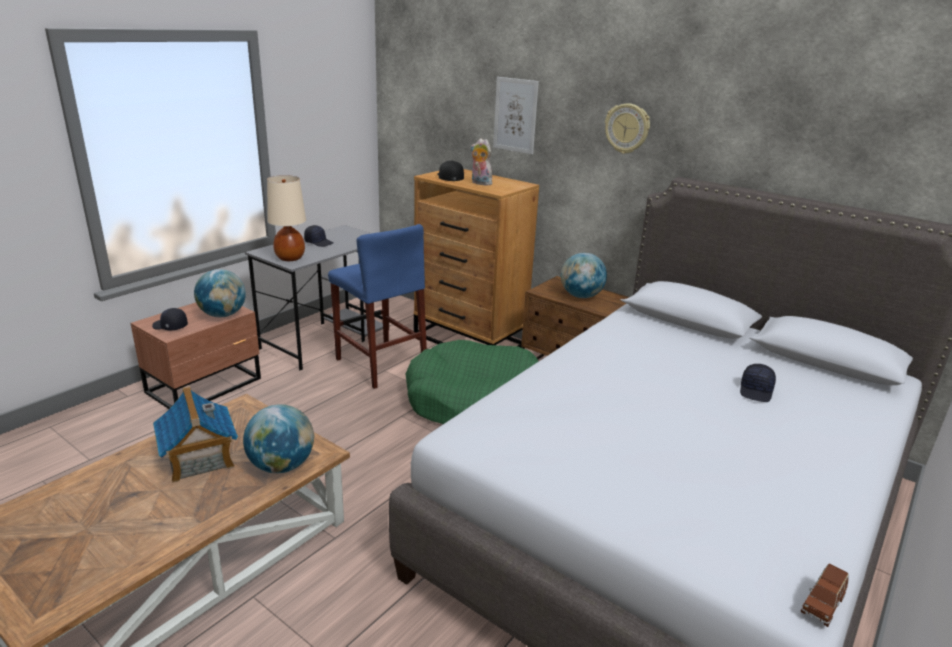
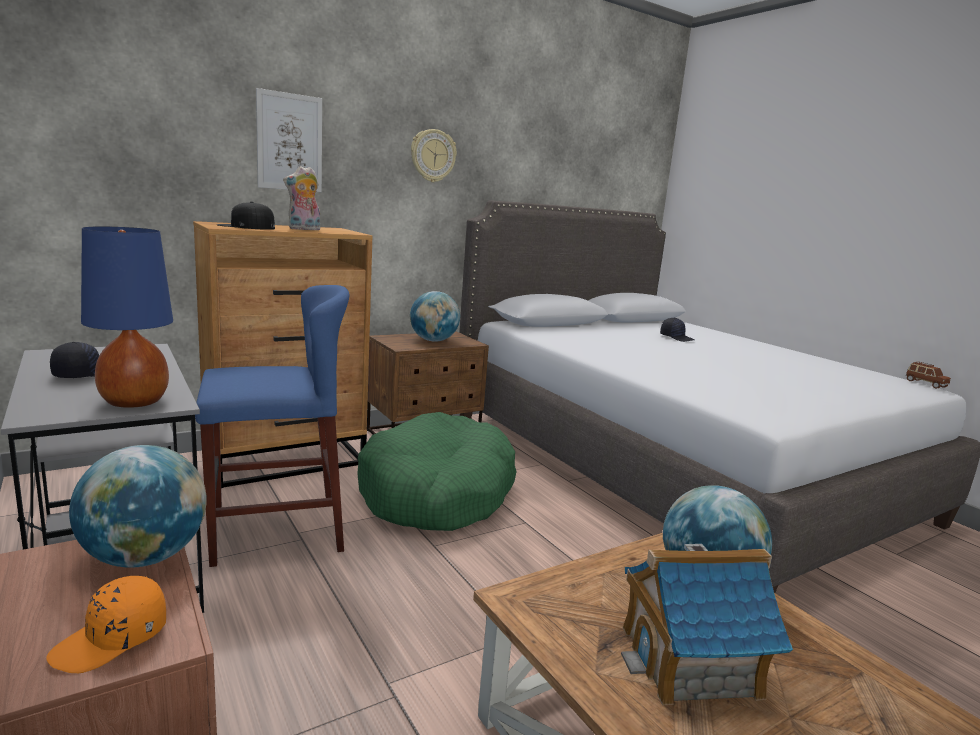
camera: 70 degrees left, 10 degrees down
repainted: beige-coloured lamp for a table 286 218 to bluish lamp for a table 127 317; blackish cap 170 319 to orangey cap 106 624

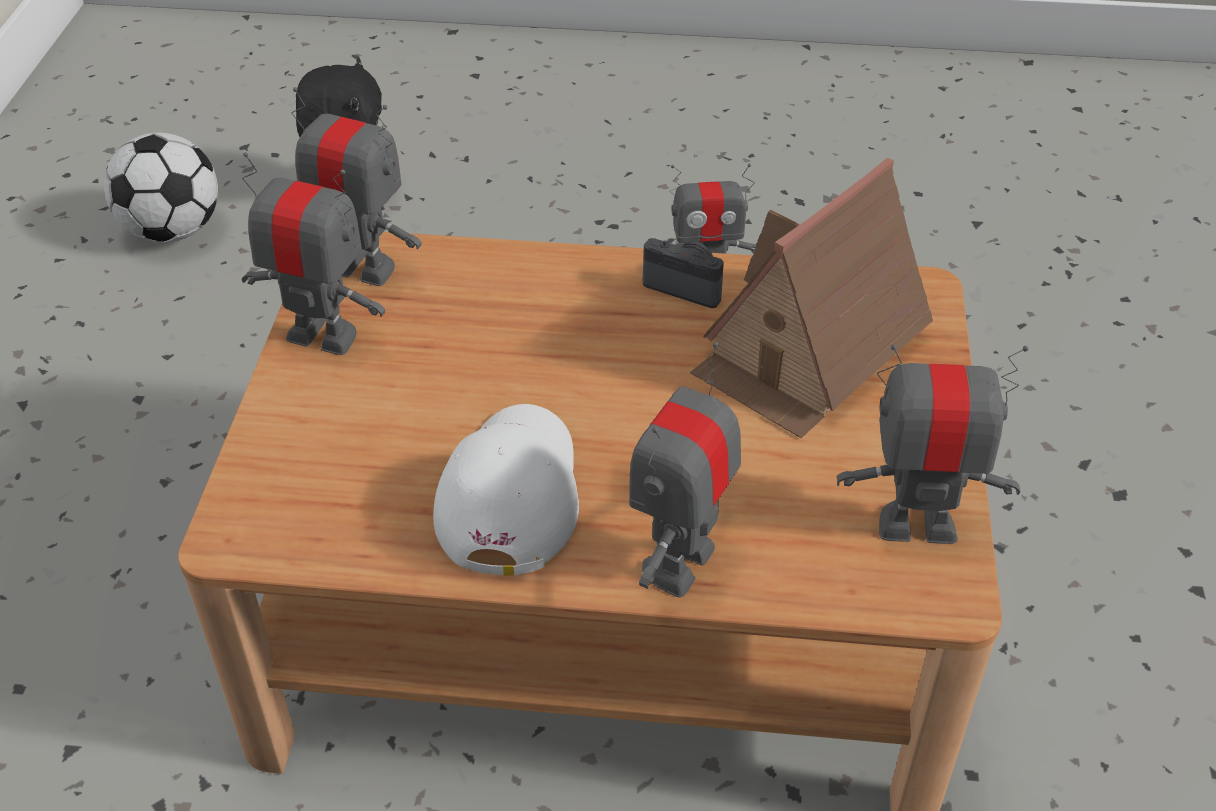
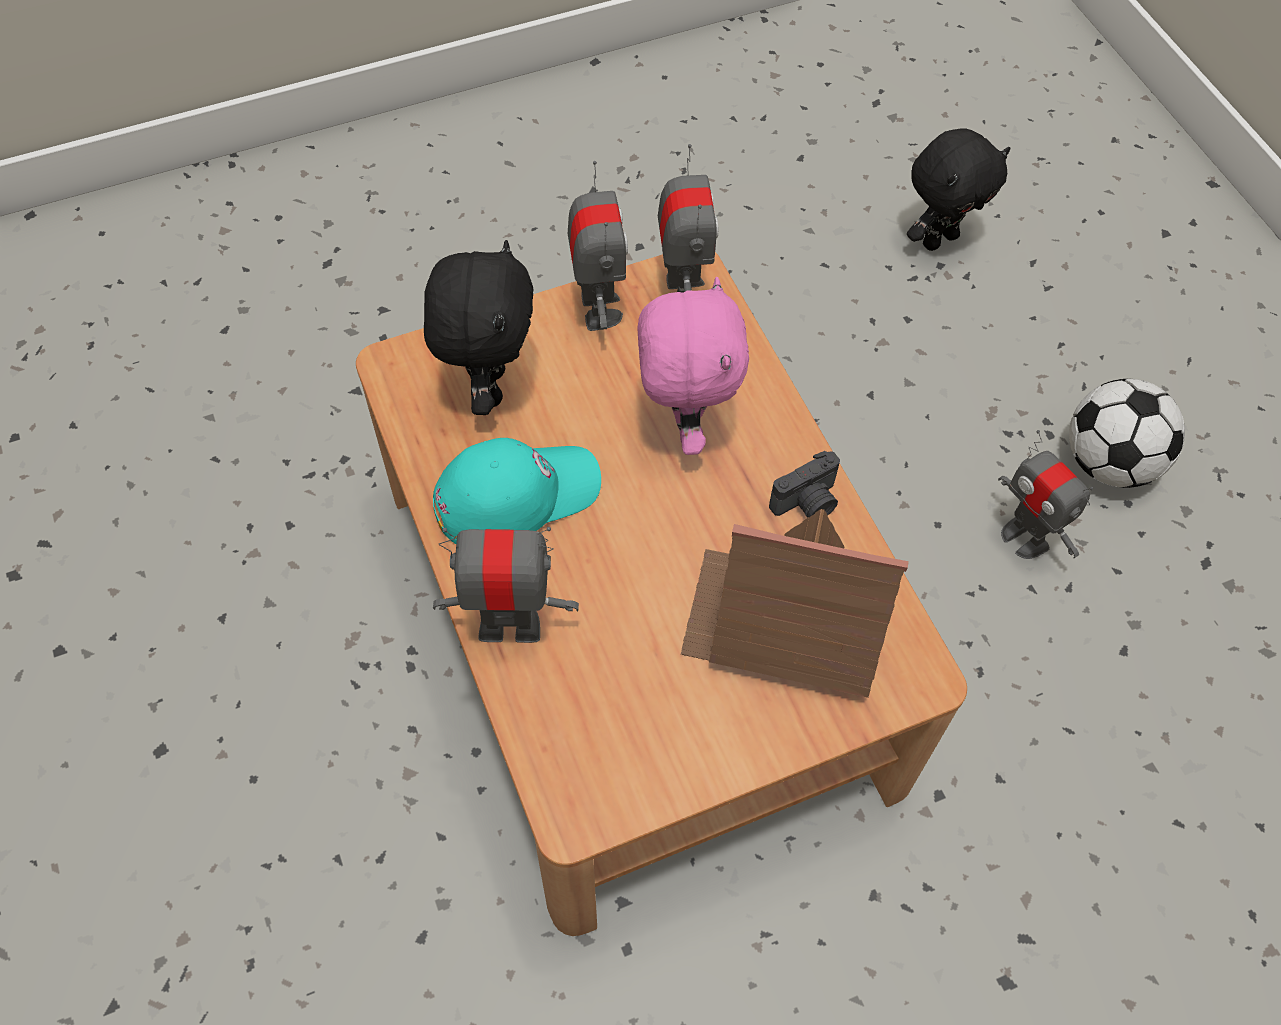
camera: 60 degrees right, 15 degrees up
gone: model robot 933 444
new: blackish plush toy 479 327; pinkish plush toy 693 366
shifted: football ball 161 187 to 1127 433
repainted: white-coloured cap 506 490 to turquoise cap 517 491
rotated: photo camera 683 273 = 804 484 60 degrees clockwise

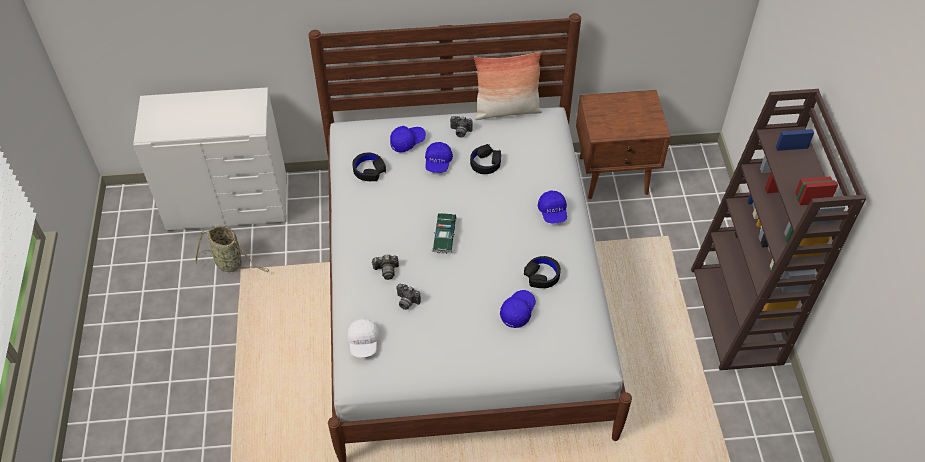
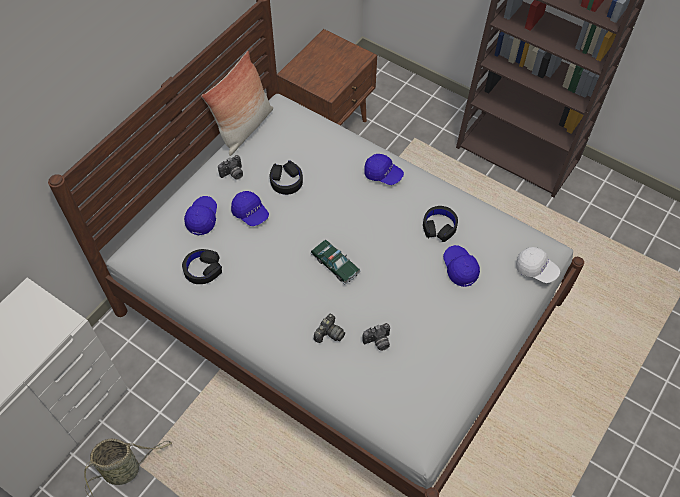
camera: 50 degrees left, 5 degrees up
shifted: white-coloured cap 363 338 to 538 265

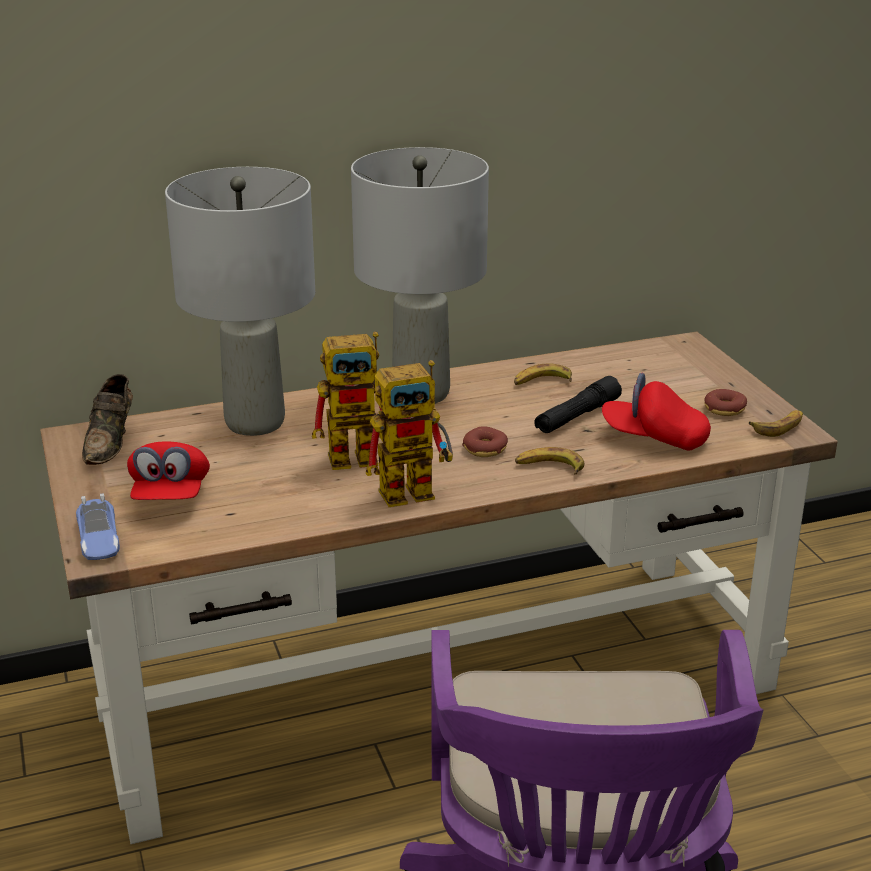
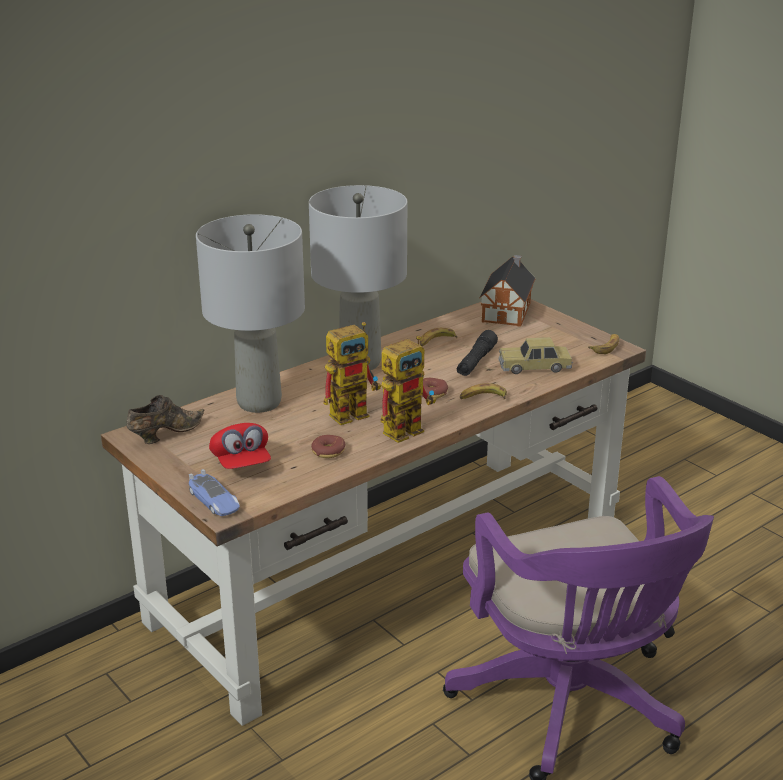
camera: 20 degrees left, 0 degrees up
new: toy house 507 291
shifted: donut 725 402 to 328 446
swapped: reddish cap 656 411 to toy car 535 355
rotated: brown-coloured low shoe 107 419 = 166 419 120 degrees counterclockwise

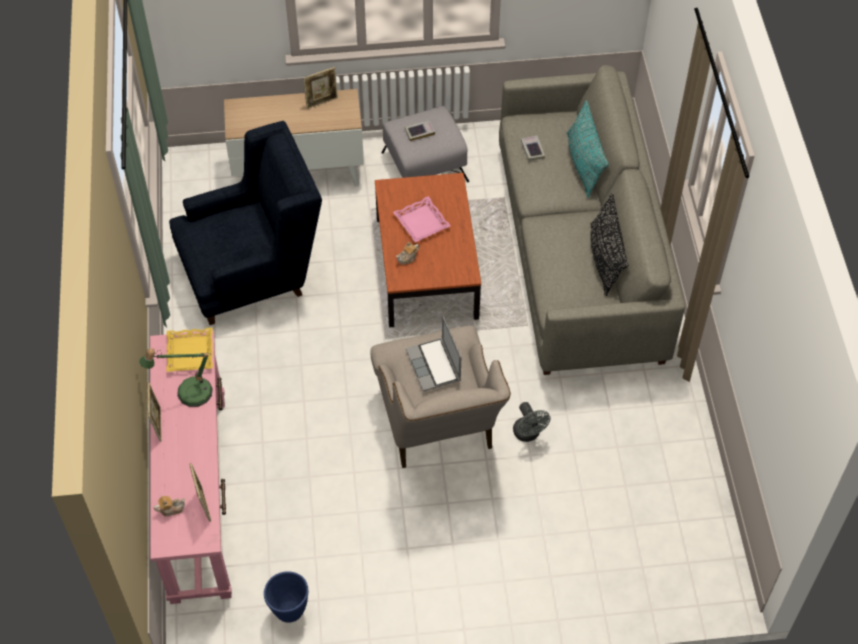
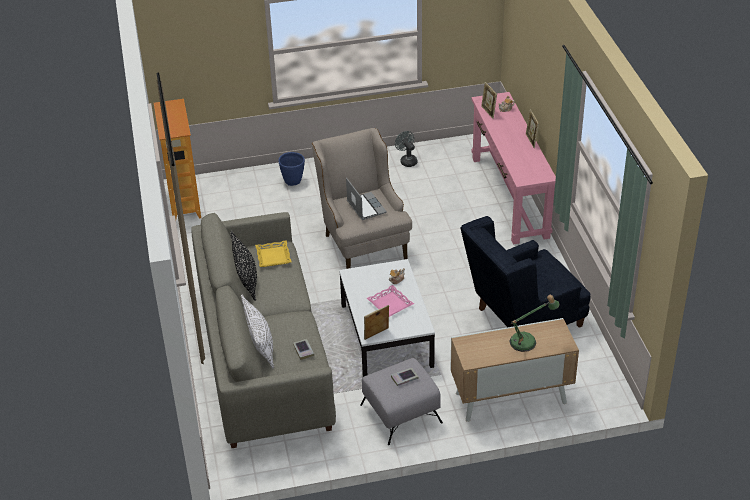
camera: 175 degrees right, 15 degrees down
new: shelving unit 177 159
shifted: picture frame 320 88 to 376 322; yellow-coloured carrying tray 189 349 to 273 253; lamp for a table 176 377 to 535 323; greyish cooling fan 531 422 to 406 149; bluish plant pot 286 597 to 291 169
repainted: turquoise cushion 588 149 to white-coloured cushion 257 331; brown-coloured coffee table 428 250 to white-coloured coffee table 387 318

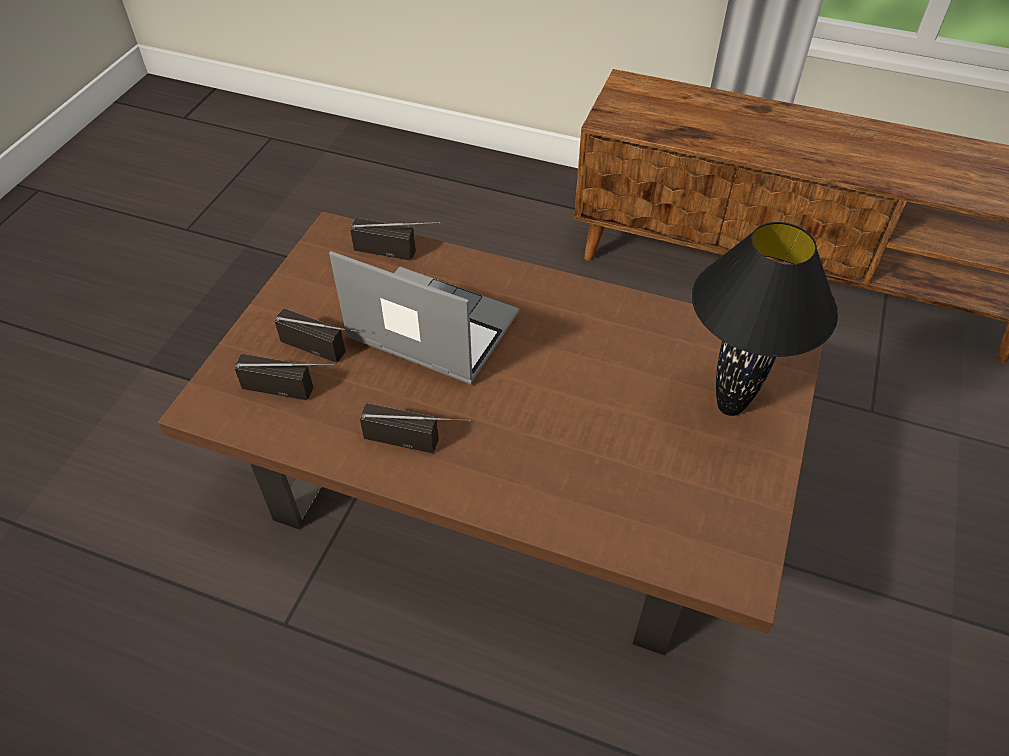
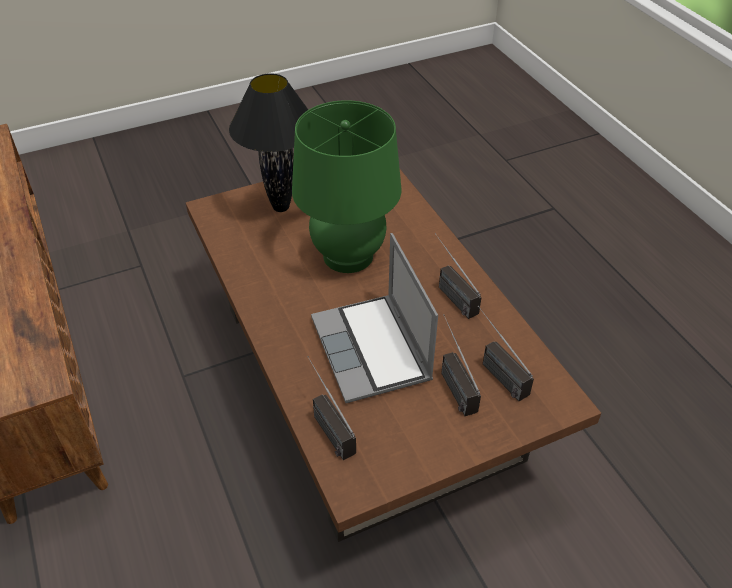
camera: 135 degrees left, 5 degrees down
new: green-coloured lamp for a table 346 186

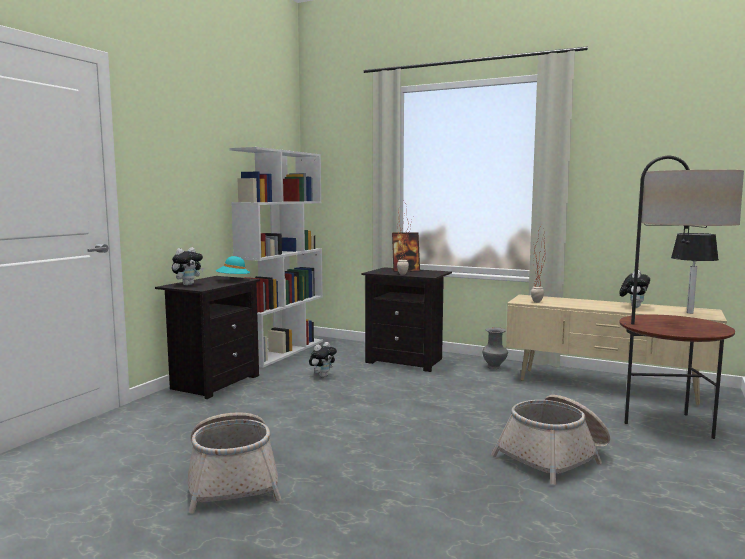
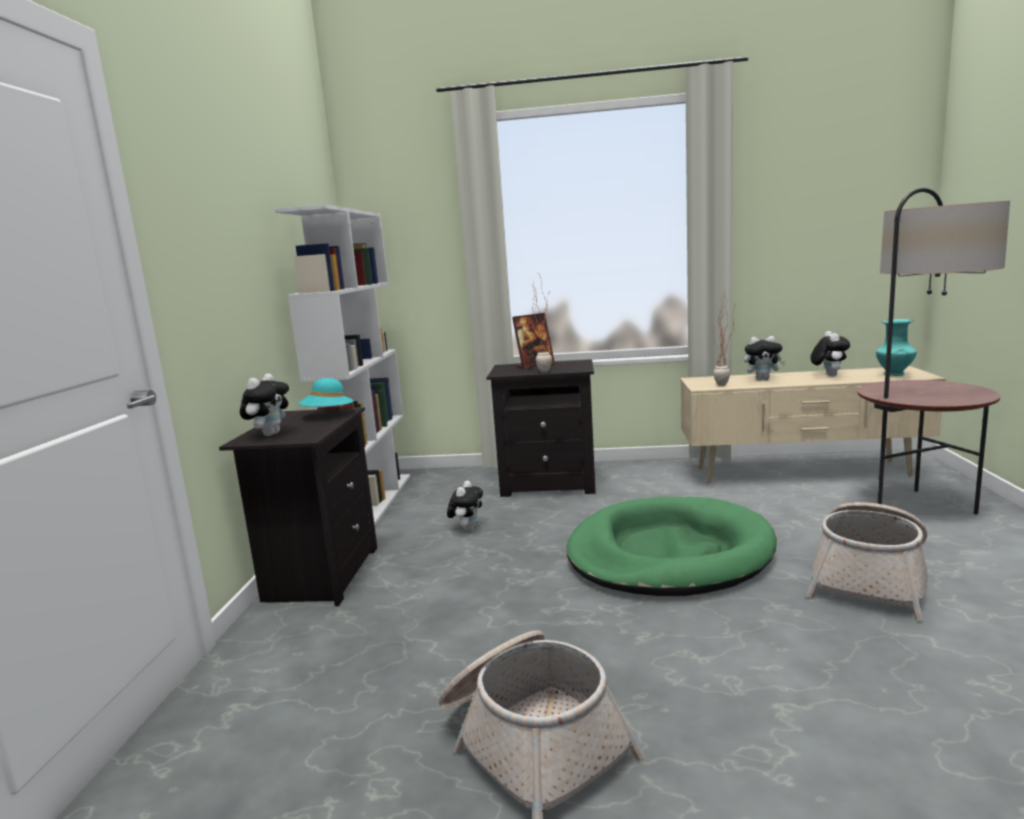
camera: 20 degrees left, 5 degrees up
gone: greyish decorative vase 495 348
new: plush toy 765 358; green-coloured dog cushion 672 546
swapped: lamp for a table 695 273 to turquoise decorative vase 896 347

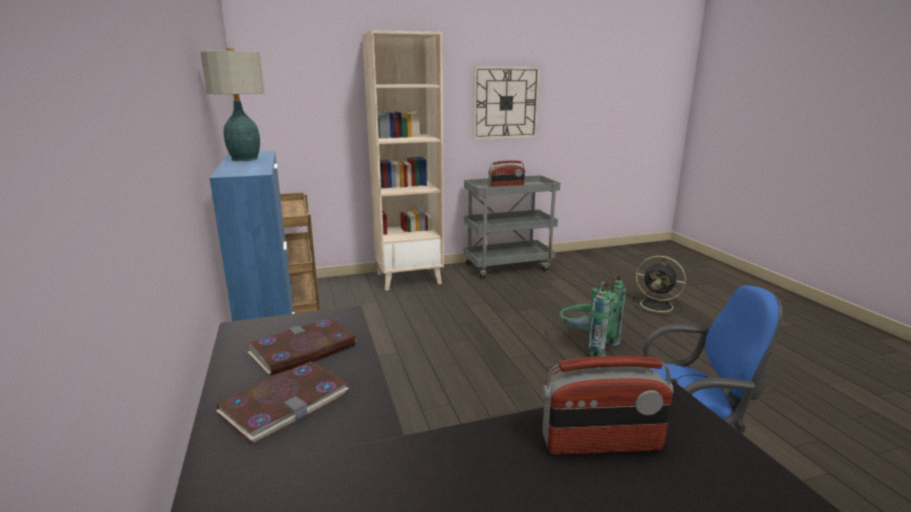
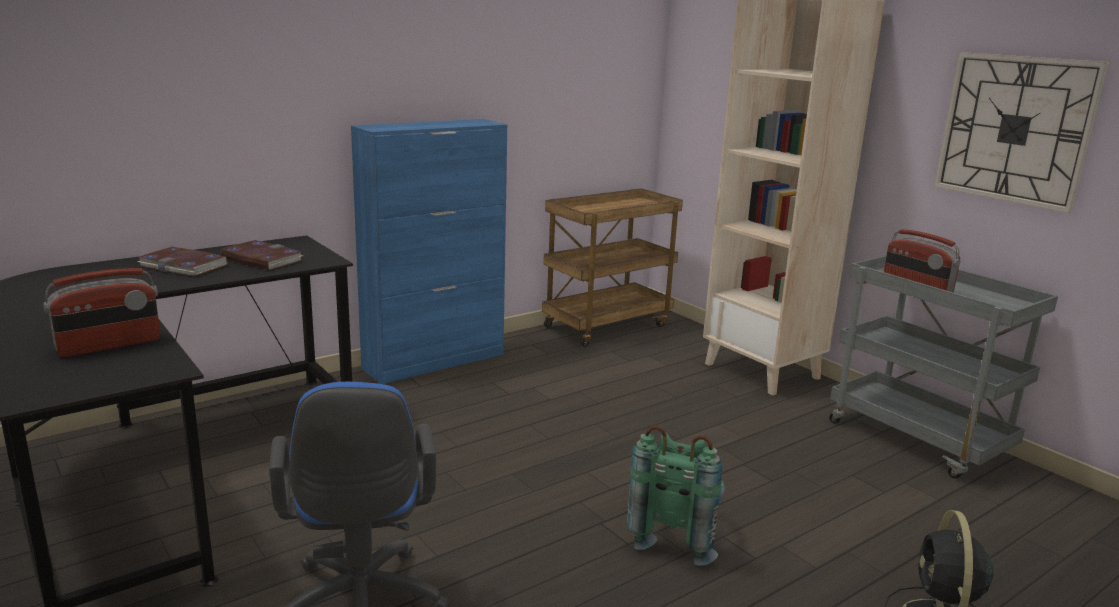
camera: 70 degrees right, 0 degrees up
gone: lamp for a table 232 104
rotated: radio receiver 607 405 = 101 312 105 degrees counterclockwise

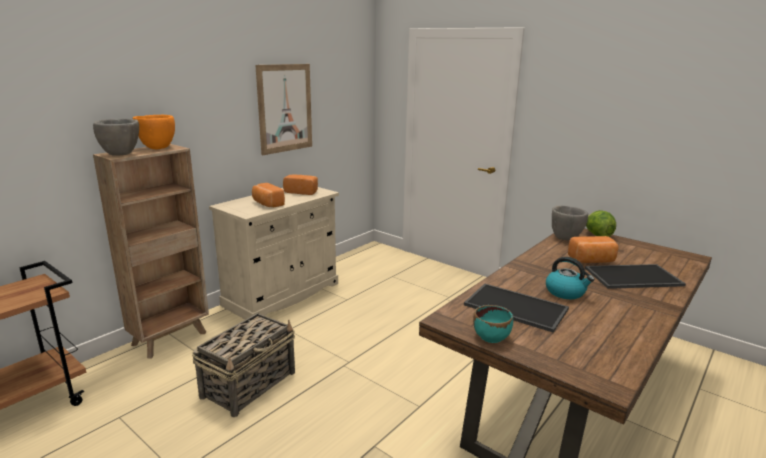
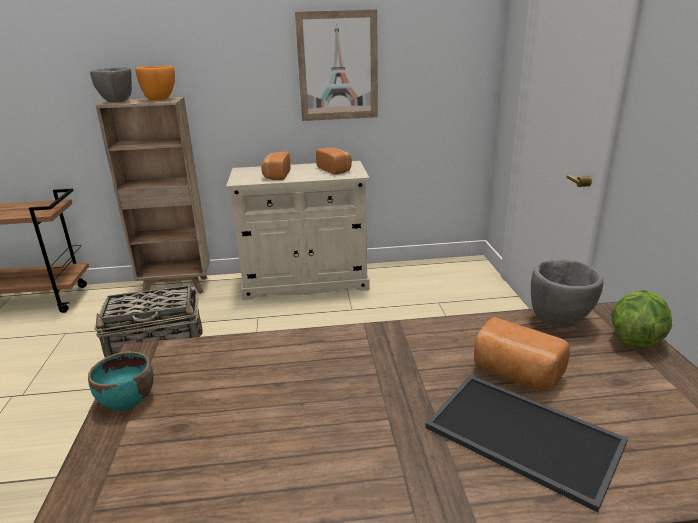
camera: 45 degrees right, 5 degrees up
gone: water kettle 570 278; carrying tray 516 308

